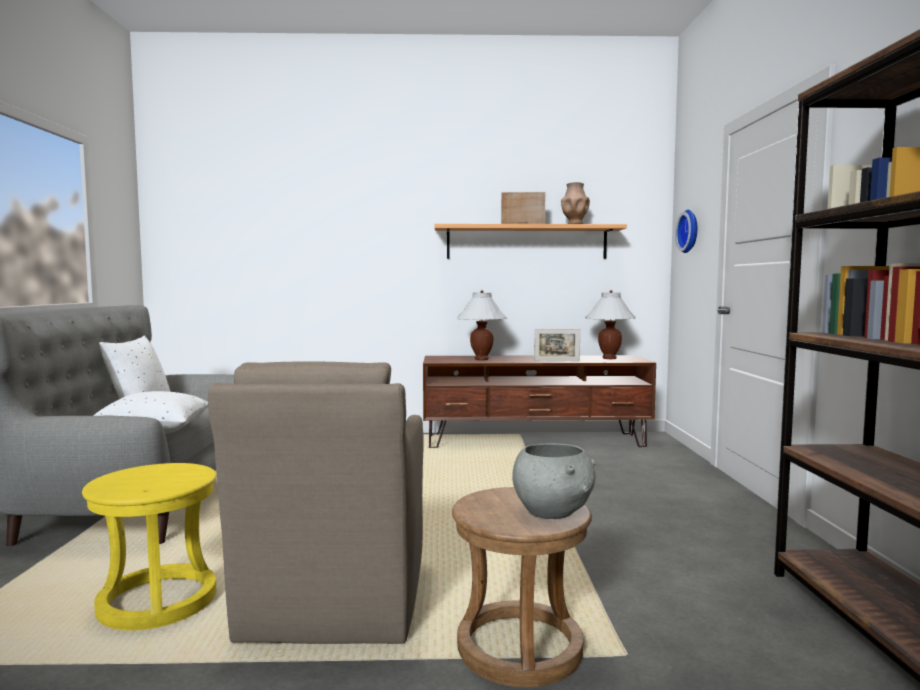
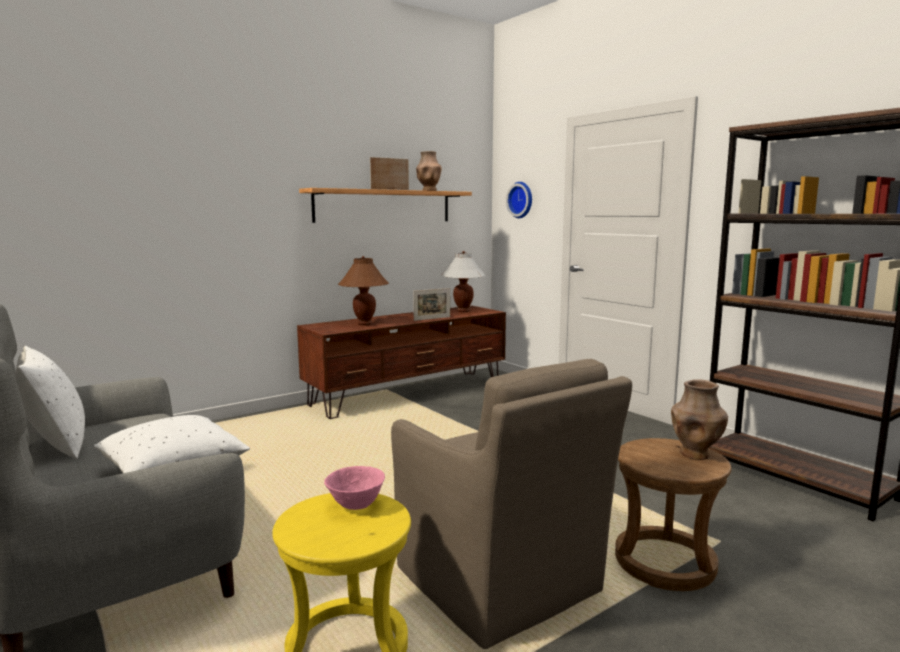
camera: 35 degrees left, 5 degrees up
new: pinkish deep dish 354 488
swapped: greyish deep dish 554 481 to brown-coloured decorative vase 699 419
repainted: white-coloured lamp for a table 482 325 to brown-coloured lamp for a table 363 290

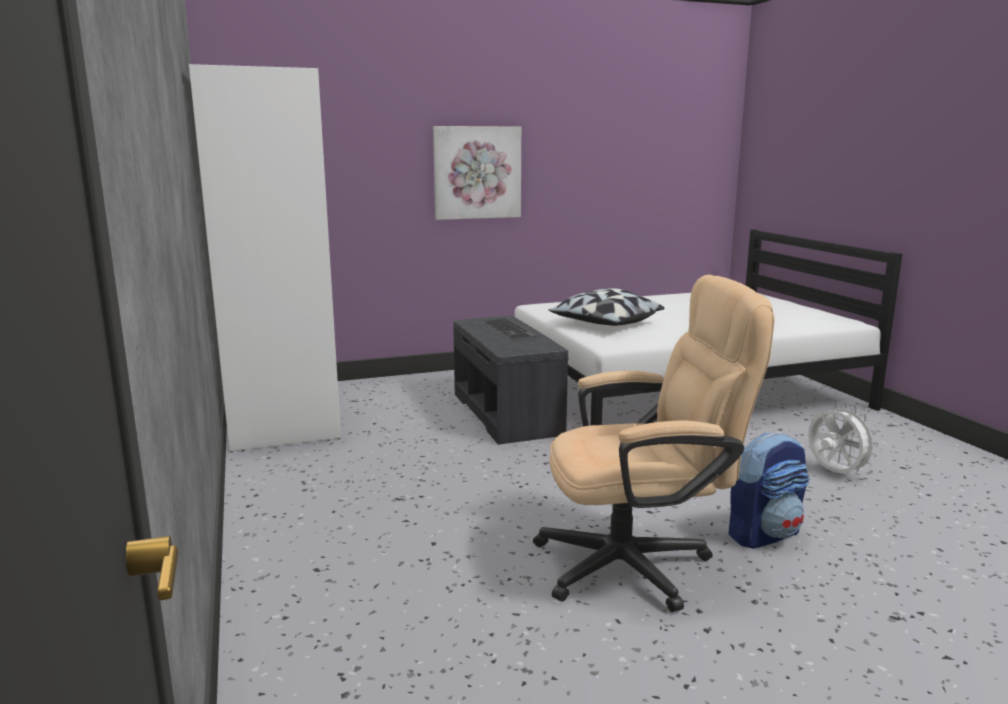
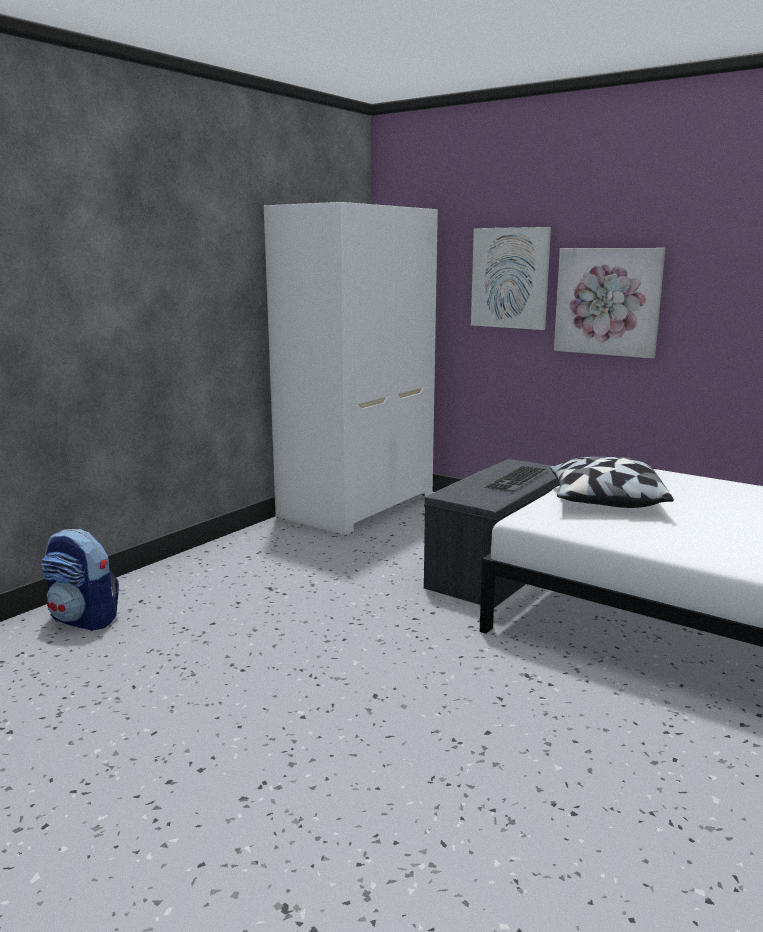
camera: 55 degrees right, 0 degrees up
gone: beige-coloured desk chair 653 443; white-coloured cooling fan 843 439
new: picture 511 278
shifted: rucksack 769 490 to 80 580

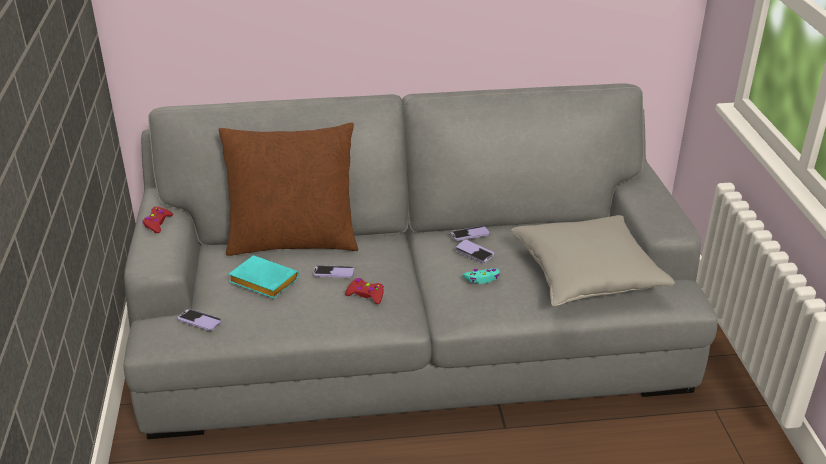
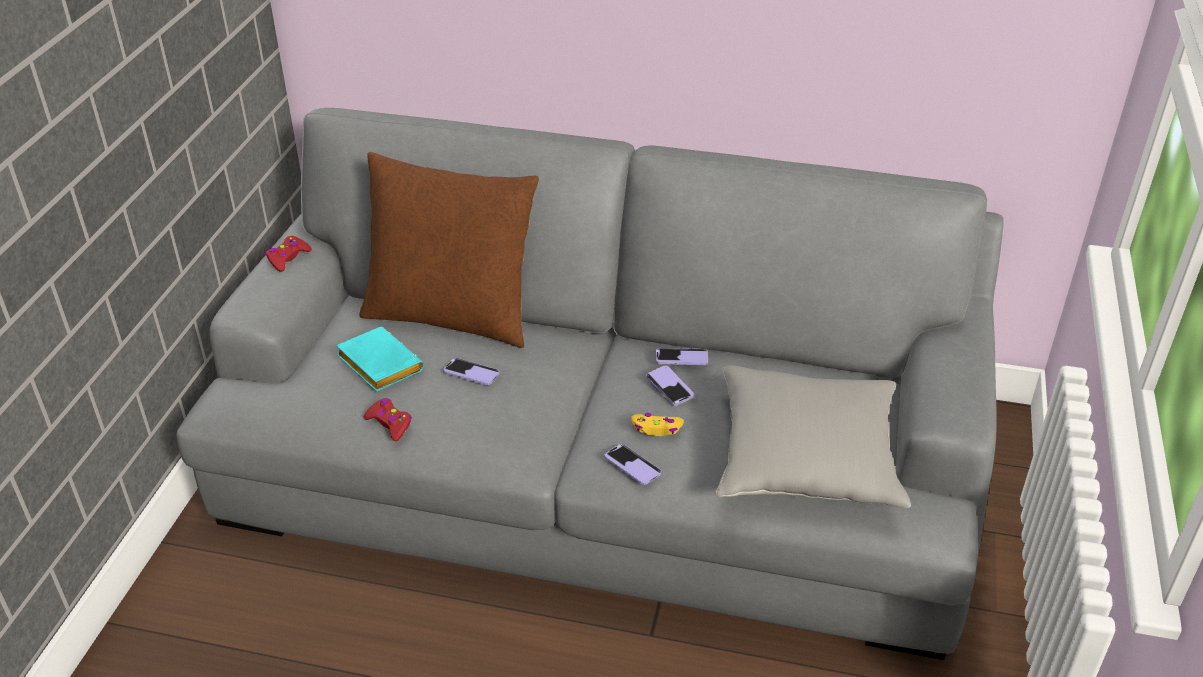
camera: 20 degrees right, 5 degrees up
shifted: reddish joypad 364 291 to 388 419; phone 200 320 to 632 464
repainted: turquoise joypad 481 276 to yellow-coloured joypad 657 424

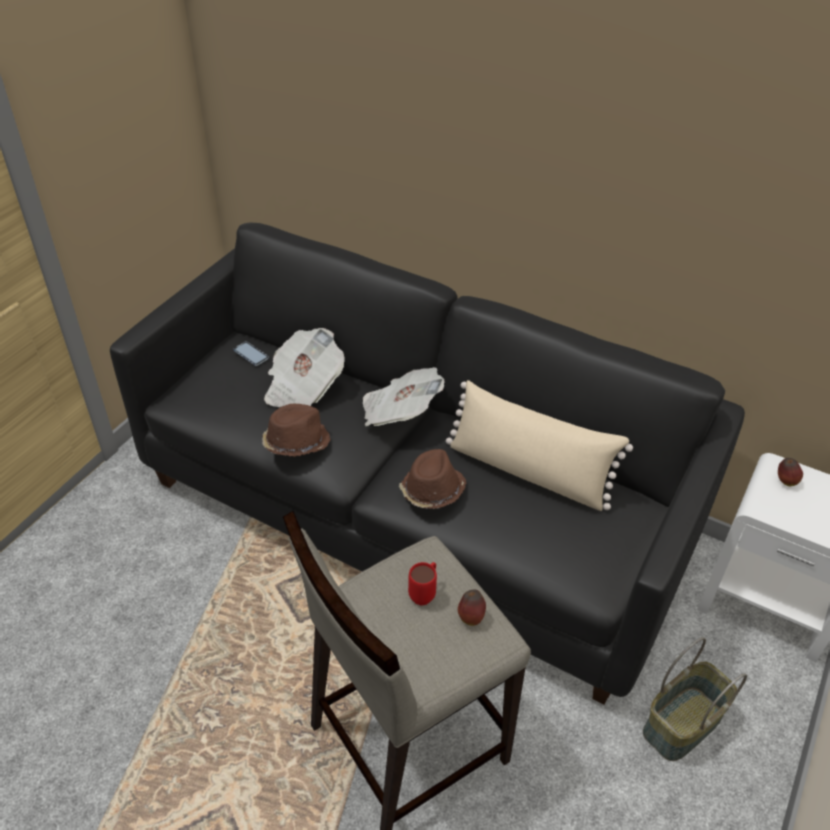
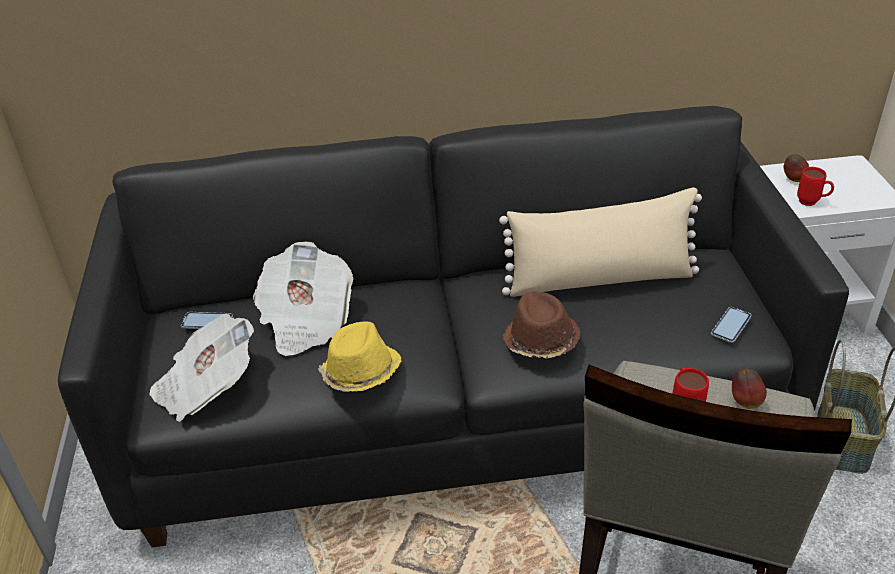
camera: 35 degrees left, 5 degrees down
new: reddish tea mug 815 186; phone 731 325
shifted: printed paper 403 396 to 202 367
repainted: brown-coloured hat 296 430 to yellow-coloured hat 359 356

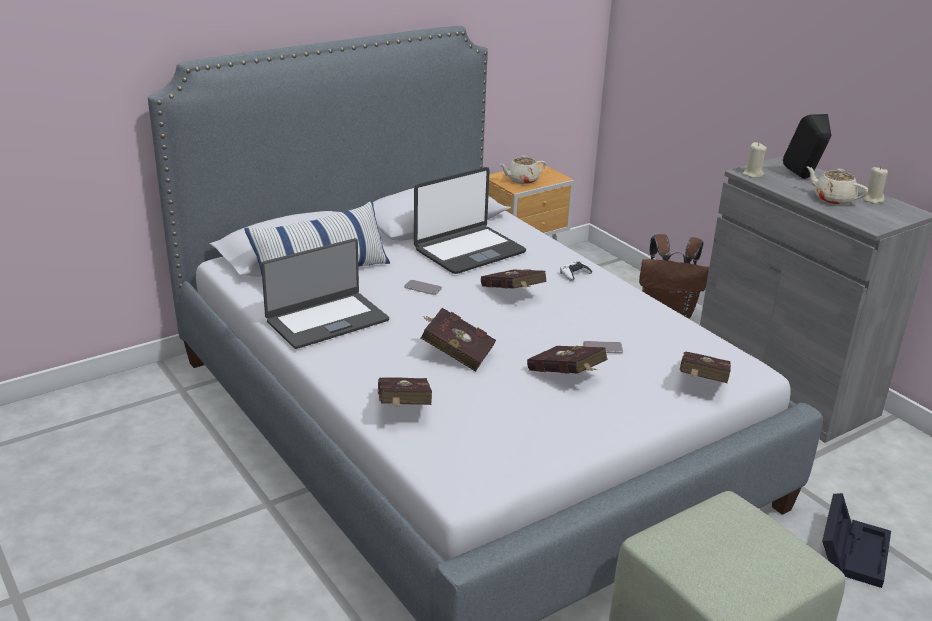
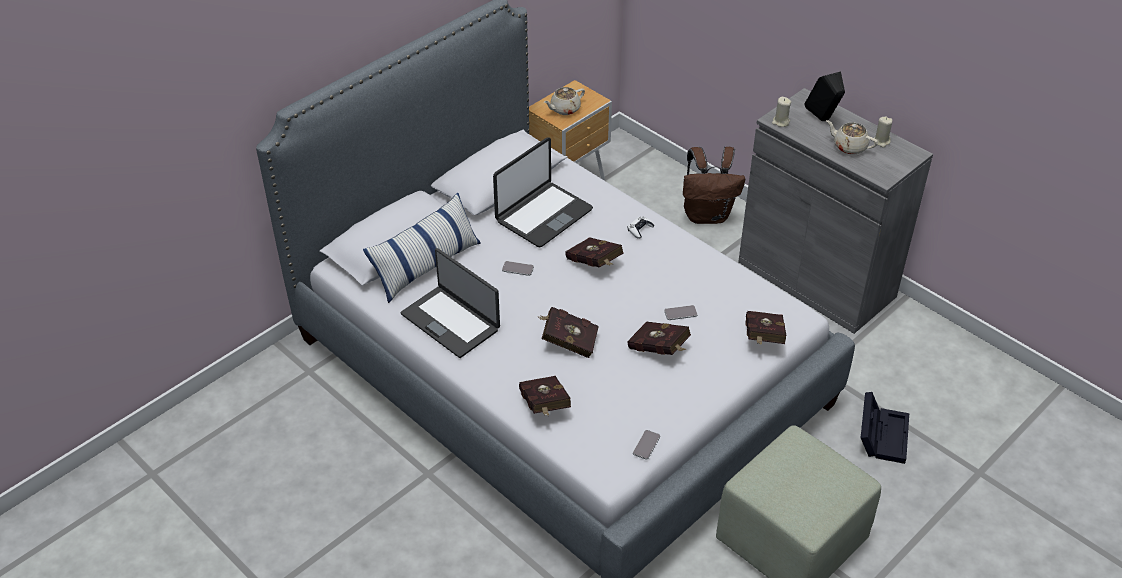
camera: 10 degrees left, 15 degrees up
new: phone 646 445
rotated: portable computer 325 293 = 450 303 90 degrees clockwise

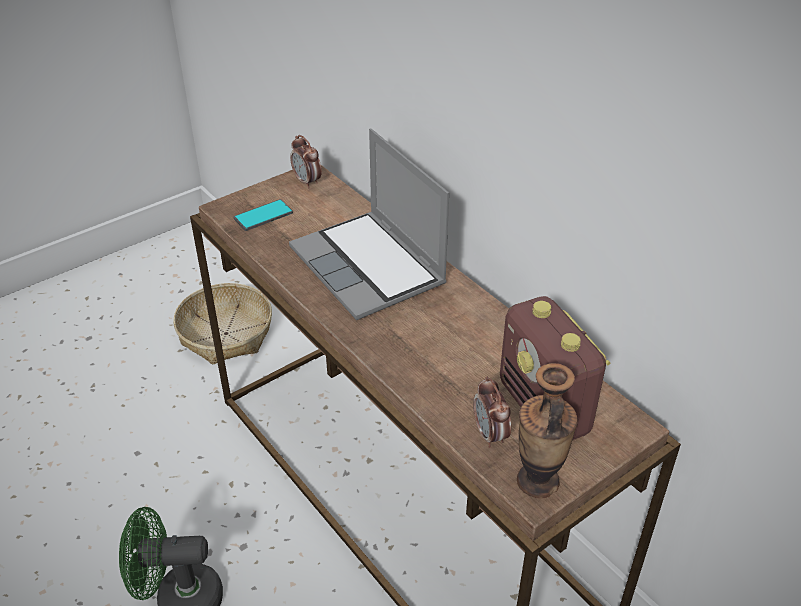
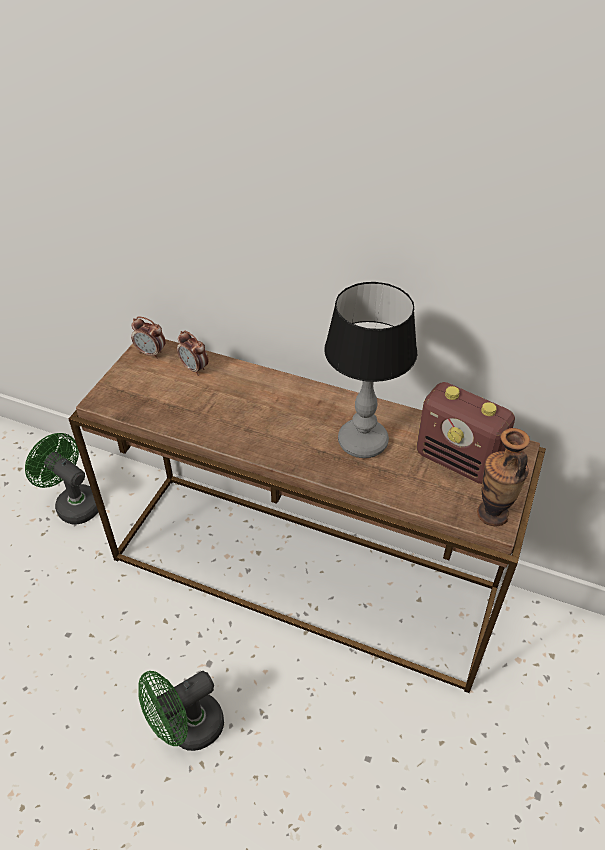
camera: 30 degrees left, 5 degrees up
gone: portable computer 369 224; phone 263 215
new: lamp for a table 370 370
shifted: table clock 492 412 to 192 353
swapped: household basket 222 323 to green-coloured cooling fan 61 479

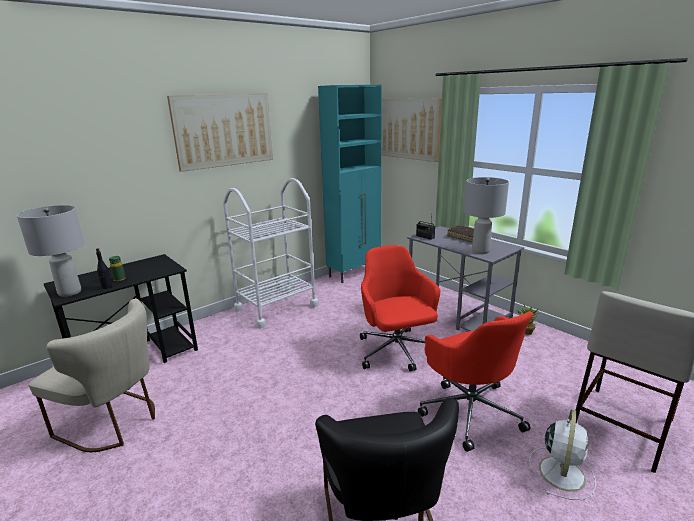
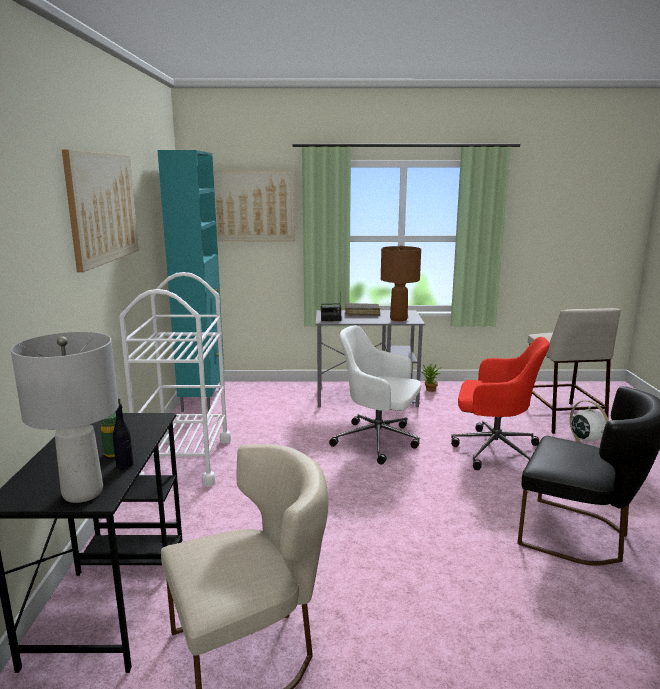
camera: 50 degrees left, 5 degrees down
repainted: greyish lamp for a table 486 215 to brown-coloured lamp for a table 401 283; reddish desk chair 400 308 to white-coloured desk chair 375 395

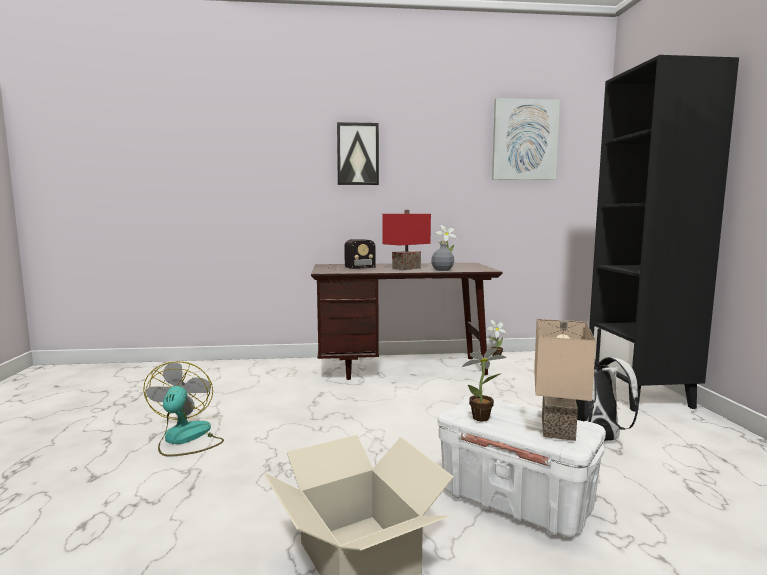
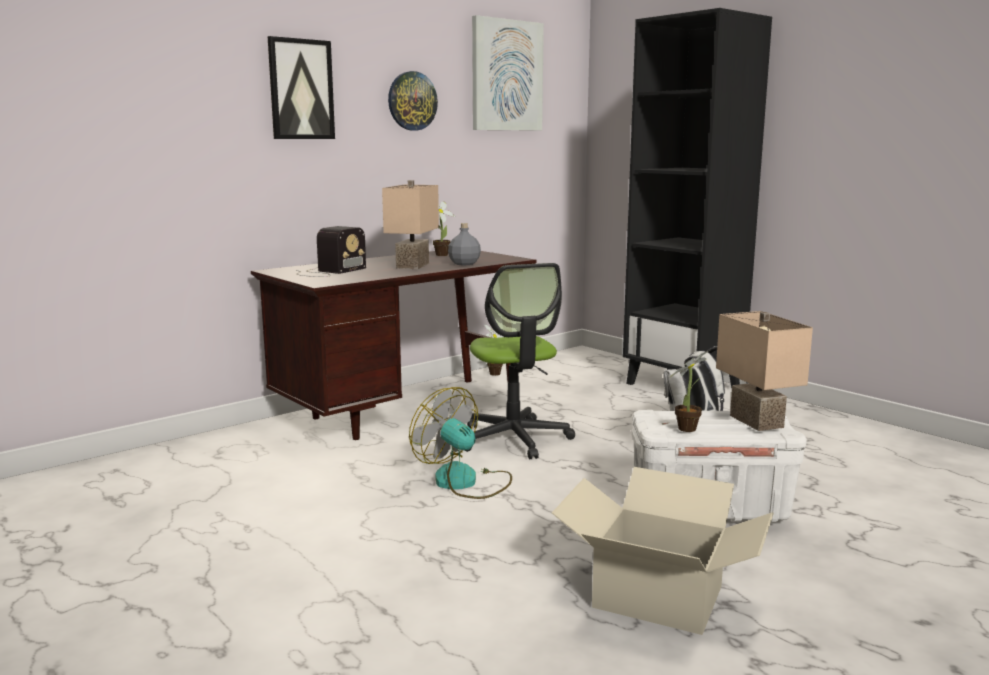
camera: 35 degrees left, 5 degrees up
new: hanging clock 413 101; desk chair 520 361
shifted: cooling fan 183 408 to 460 443
repainted: reddish lamp for a table 407 240 to beige-coloured lamp for a table 410 224

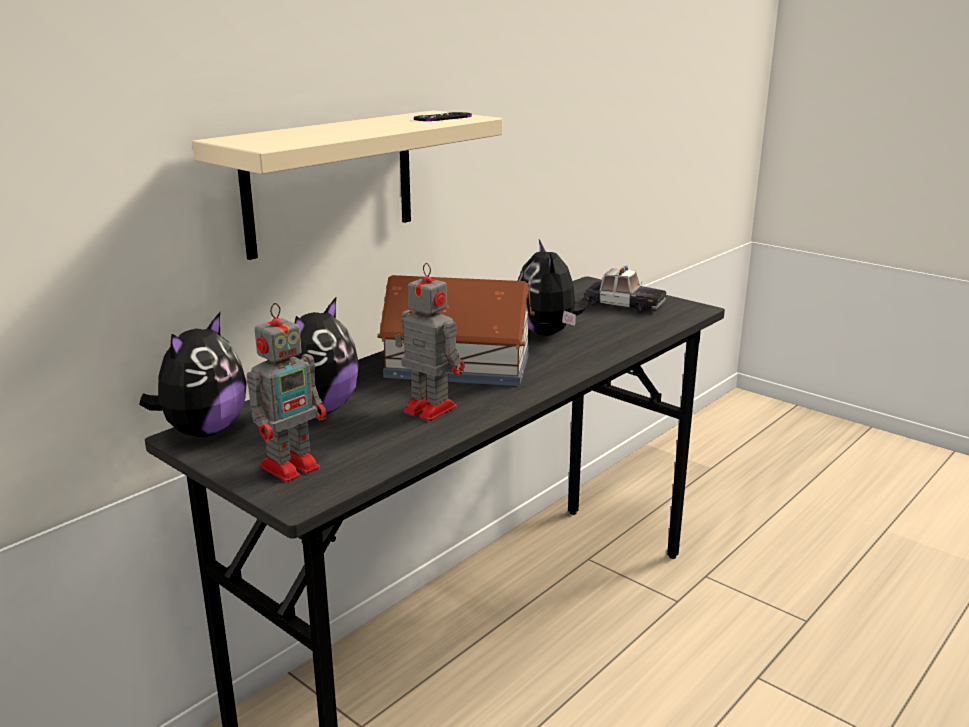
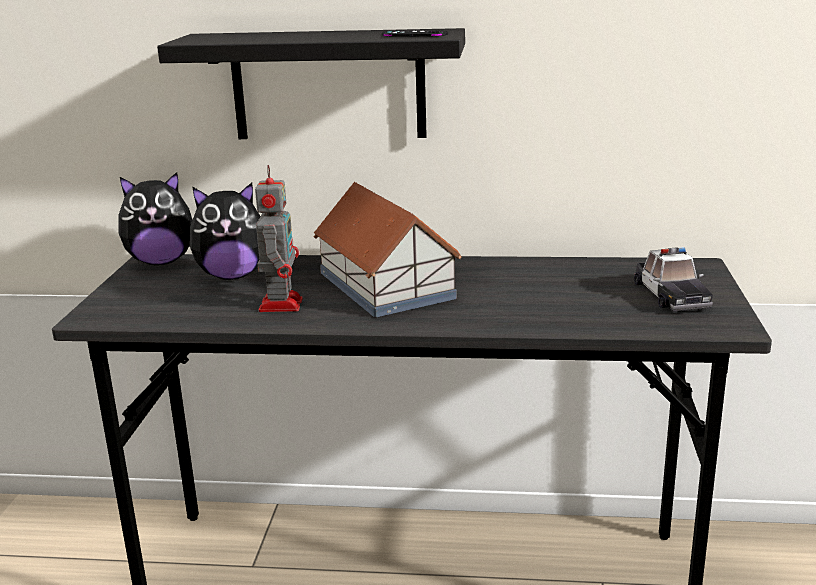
camera: 55 degrees right, 0 degrees up
gone: plush toy 553 288; model robot 286 392
repainted: beige-coloured wall shelf 347 185 to blackish wall shelf 311 83

